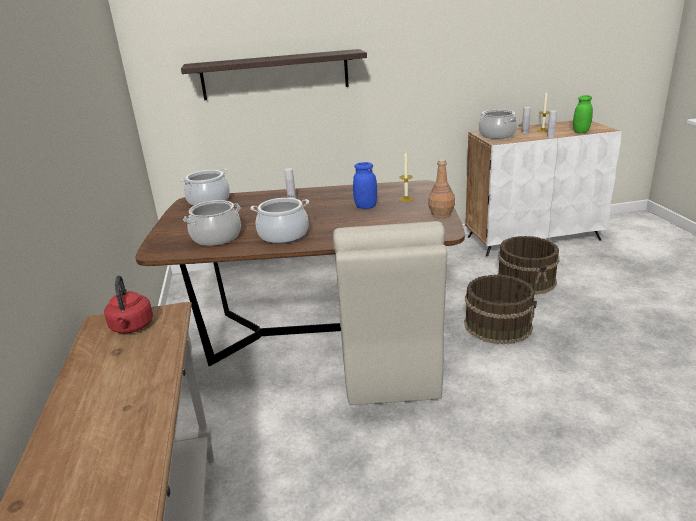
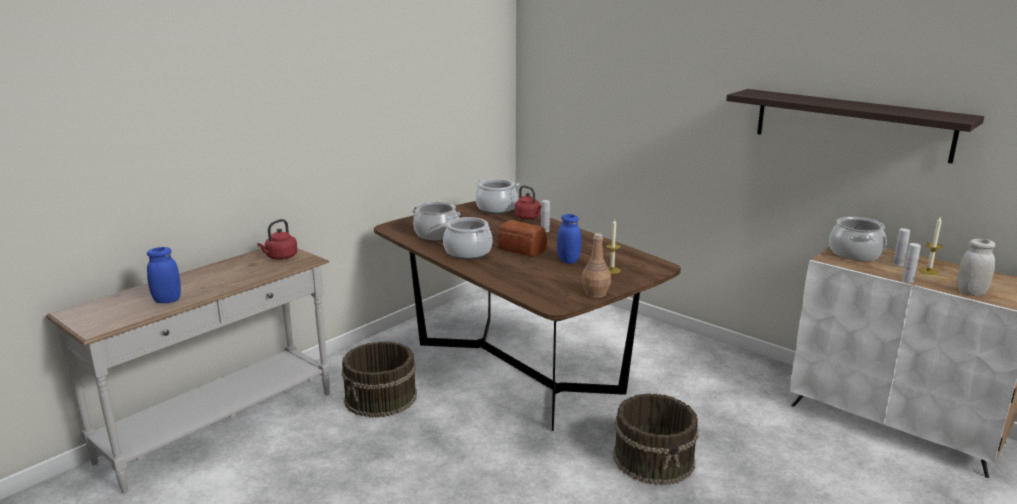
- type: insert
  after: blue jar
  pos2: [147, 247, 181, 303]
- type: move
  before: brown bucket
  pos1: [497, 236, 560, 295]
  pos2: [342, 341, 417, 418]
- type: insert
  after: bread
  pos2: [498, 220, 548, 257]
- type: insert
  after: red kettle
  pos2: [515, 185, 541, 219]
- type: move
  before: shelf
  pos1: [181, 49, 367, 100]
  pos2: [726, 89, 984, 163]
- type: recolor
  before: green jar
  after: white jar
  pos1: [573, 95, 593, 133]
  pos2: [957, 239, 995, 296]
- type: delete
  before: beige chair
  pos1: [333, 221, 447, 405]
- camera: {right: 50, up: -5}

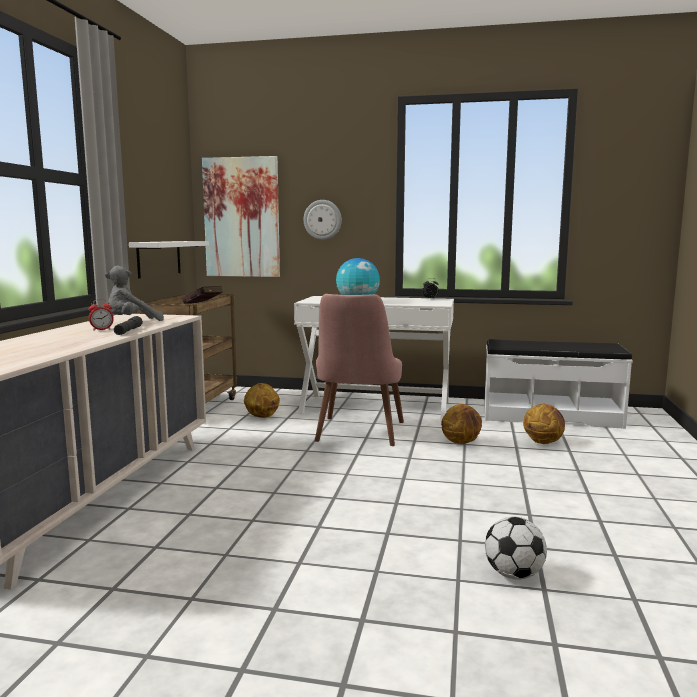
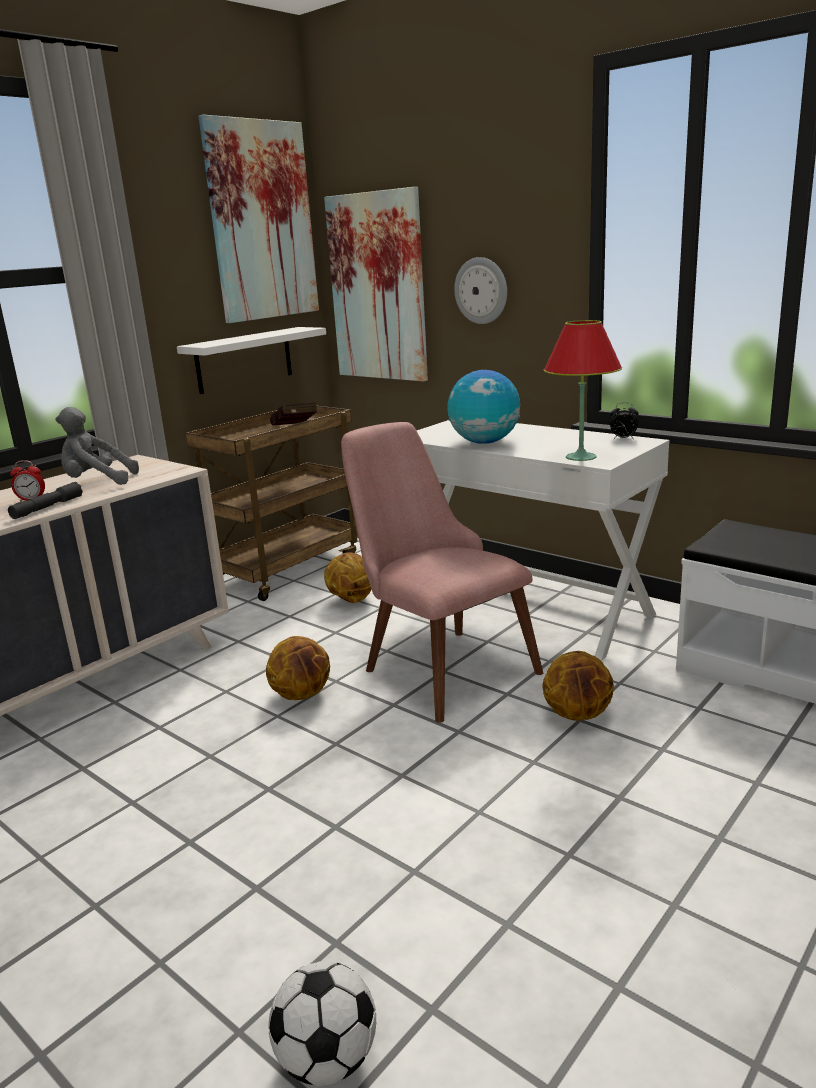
- type: insert
  after: picture
  pos2: [198, 115, 319, 323]
- type: move
  before: basketball
  pos1: [523, 404, 565, 444]
  pos2: [266, 636, 330, 700]
- type: rotate
  before: pink chair
  pos1: [315, 294, 404, 446]
  pos2: [341, 422, 543, 723]
  turn: 105
- type: insert
  after: red table lamp
  pos2: [544, 320, 622, 461]
- camera: {right: 30, up: 10}

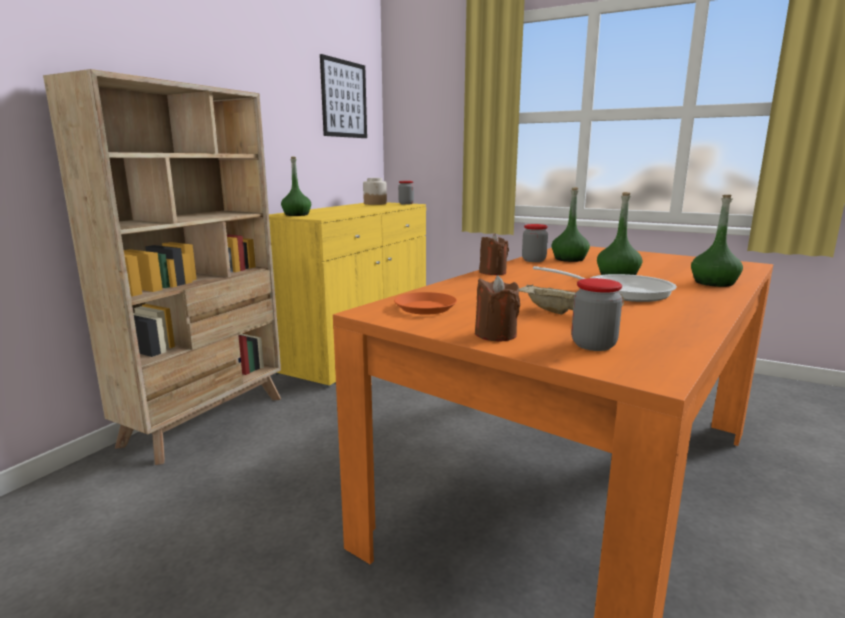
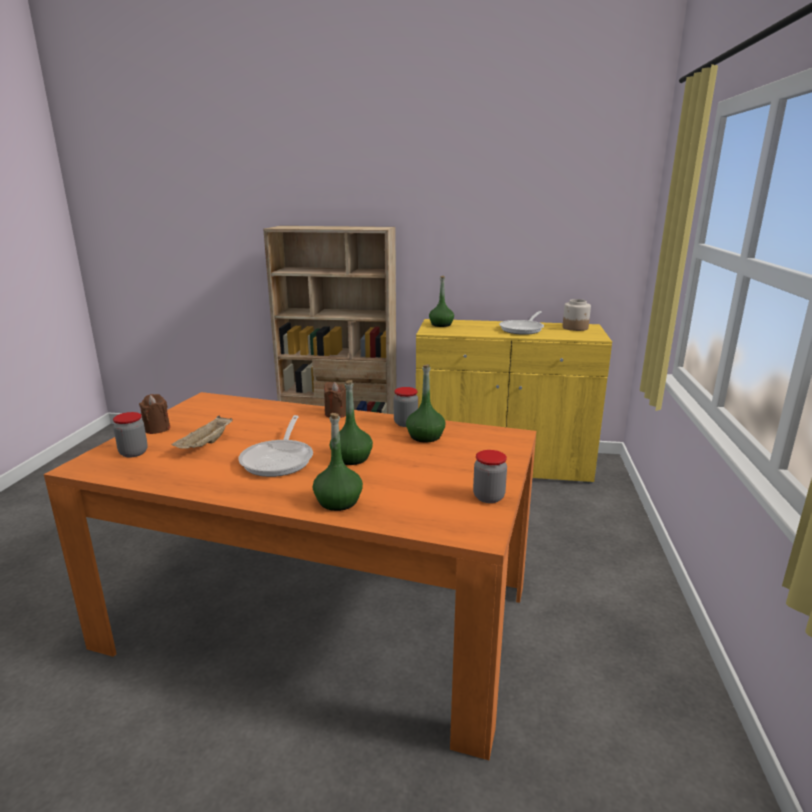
- type: move
  before: jar
  pos1: [398, 181, 414, 205]
  pos2: [473, 450, 507, 503]
- type: insert
  after: frying pan
  pos2: [499, 311, 544, 335]
- type: delete
  before: picture
  pos1: [320, 54, 367, 138]
- type: delete
  before: orange plate
  pos1: [394, 292, 457, 315]
- camera: {right: 70, up: 5}

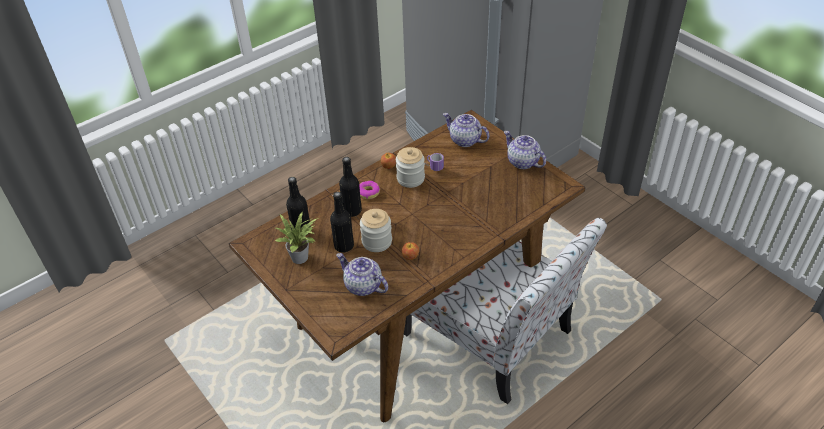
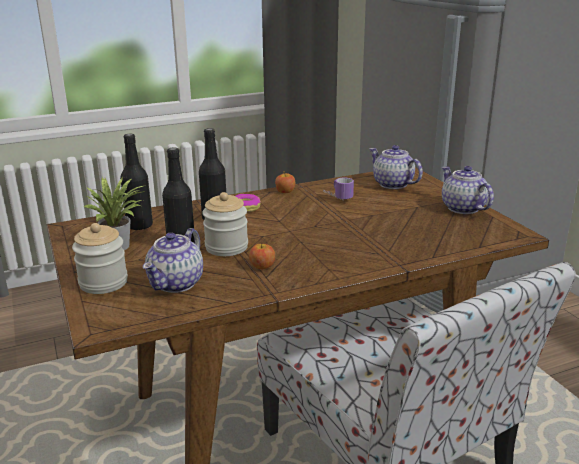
- type: move
  before: jar
  pos1: [396, 147, 425, 188]
  pos2: [72, 223, 128, 294]
- type: rotate
  before: teapot
  pos1: [336, 253, 388, 296]
  pos2: [143, 228, 203, 293]
  turn: -120
- camera: {right: 15, up: -20}

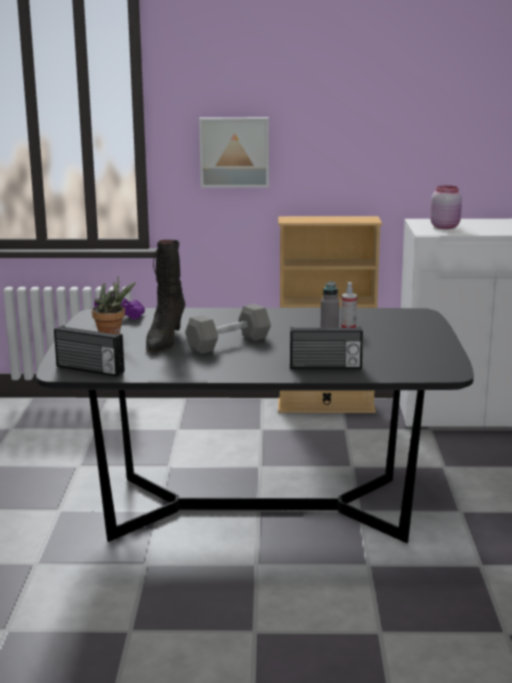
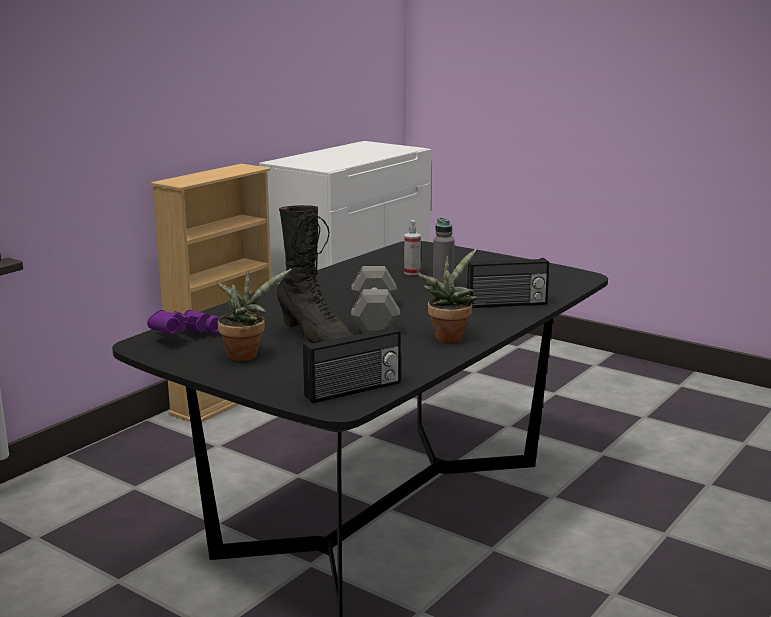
- type: insert
  after: potted plant
  pos2: [416, 249, 477, 343]
- type: rotate
  before: radio
  pos1: [290, 327, 363, 369]
  pos2: [467, 258, 550, 308]
  turn: 45
- type: delete
  before: picture
  pos1: [199, 117, 269, 188]
- type: delete
  before: pink jar
  pos1: [430, 185, 462, 229]
- camera: {right: -55, up: 0}

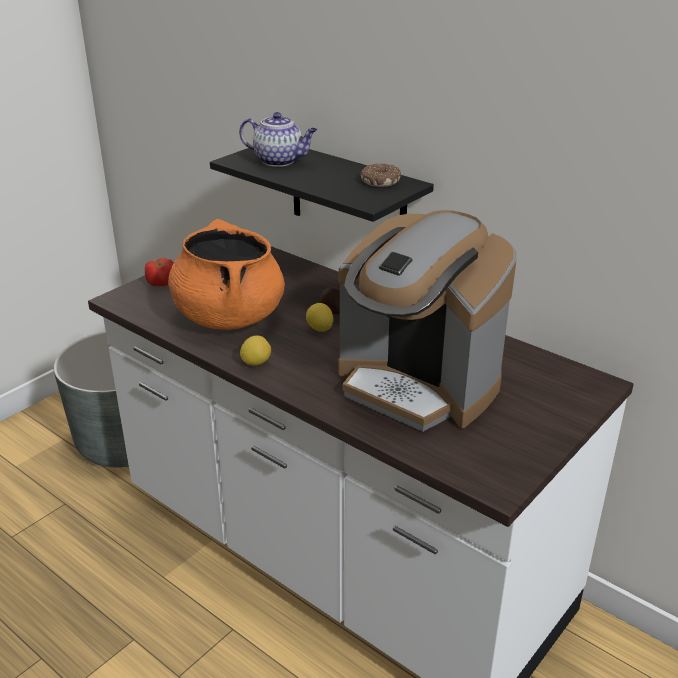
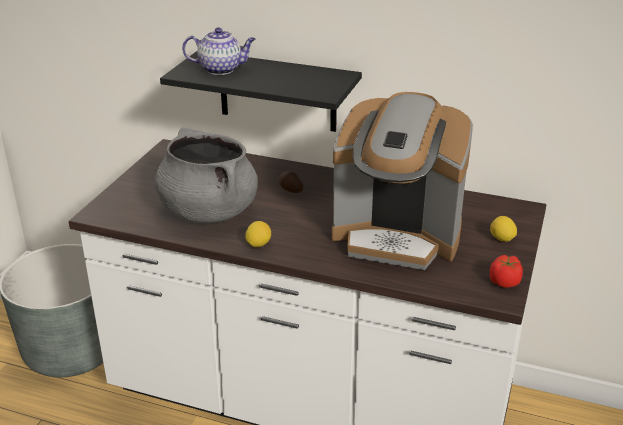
- type: recolor
  before: orange cooking pot
  after: grey cooking pot
  pos1: [168, 219, 285, 330]
  pos2: [155, 128, 258, 223]
- type: move
  before: lemon
  pos1: [306, 303, 333, 332]
  pos2: [490, 216, 517, 242]
- type: move
  before: tomato
  pos1: [145, 258, 174, 286]
  pos2: [490, 255, 523, 288]
- type: delete
  before: donut
  pos1: [360, 163, 401, 187]
- camera: {right: -20, up: 0}

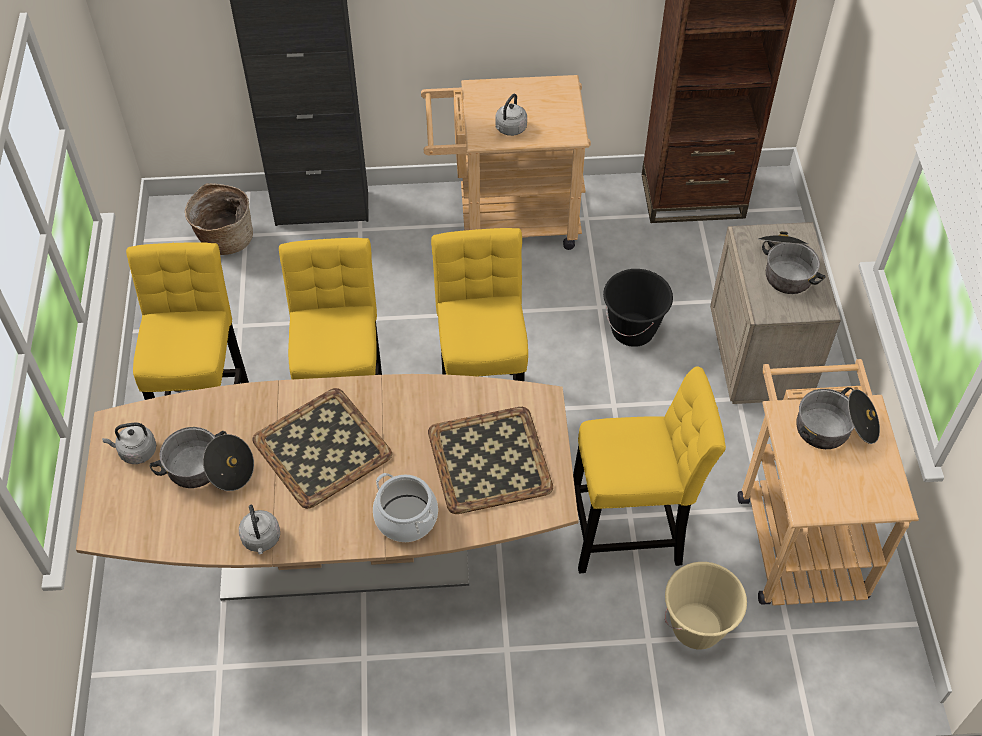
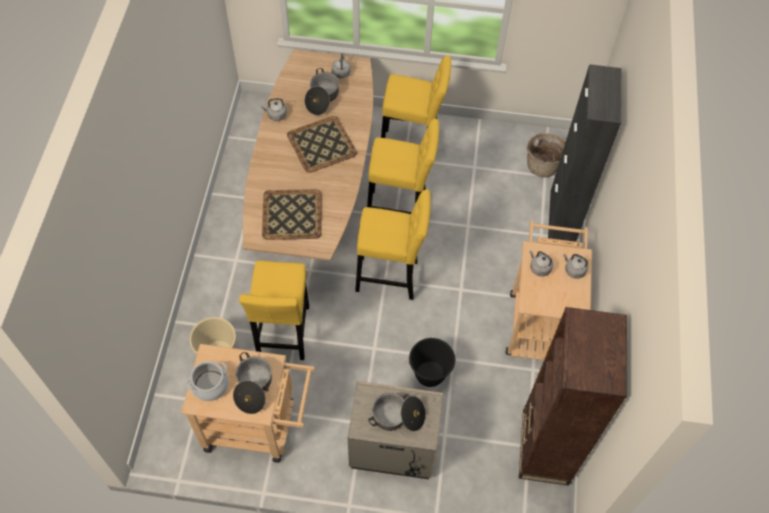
- type: move
  before: cooking pot
  pos1: [373, 473, 438, 542]
  pos2: [186, 361, 229, 401]
- type: insert
  after: grey kettle
  pos2: [563, 254, 588, 279]
- camera: {right: 100, up: 5}

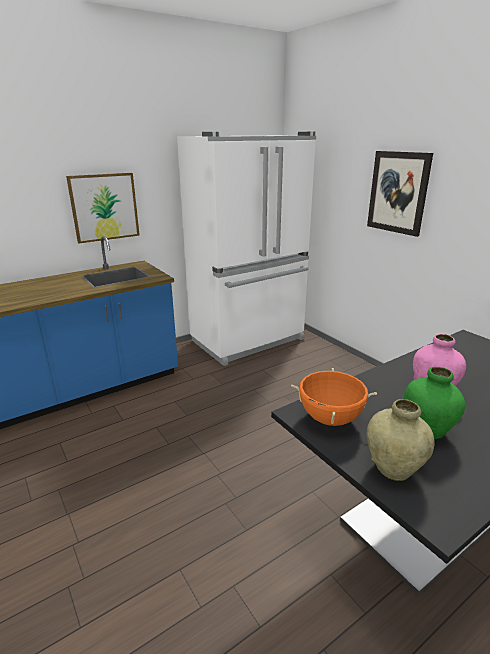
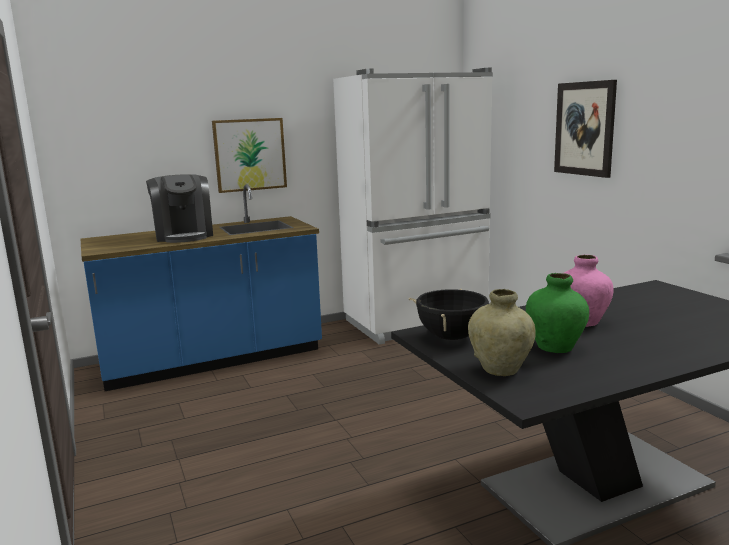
- type: insert
  after: coffee machine
  pos2: [146, 174, 213, 243]
- type: recolor
  before: orange cooking pot
  after: black cooking pot
  pos1: [291, 368, 377, 426]
  pos2: [409, 289, 489, 340]
- camera: {right: 10, up: -10}

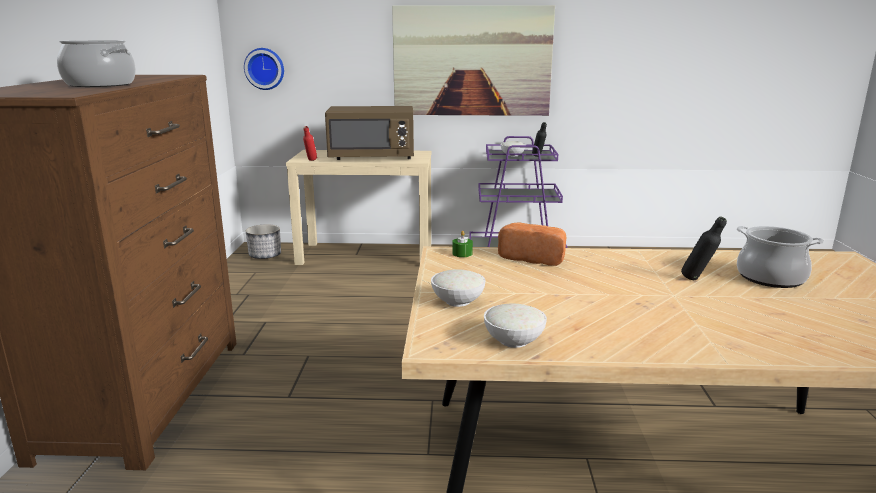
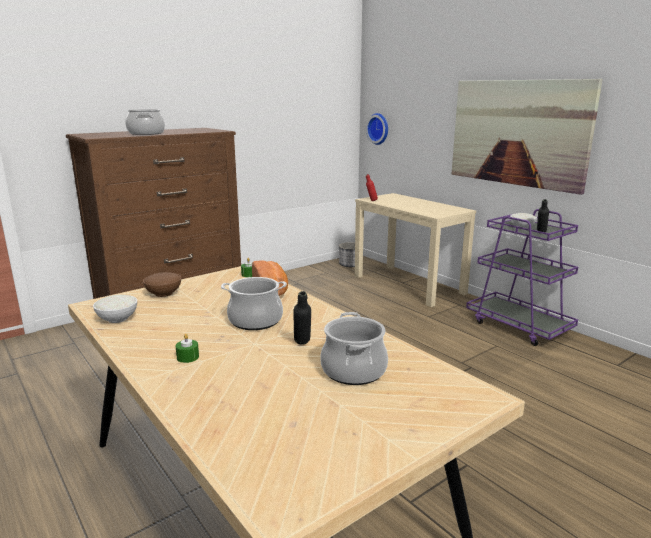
- type: recolor
  before: white bowl
  after: brown bowl
  pos1: [431, 269, 485, 307]
  pos2: [143, 272, 181, 297]
- type: insert
  after: green candle
  pos2: [176, 334, 199, 363]
- type: insert
  after: cooking pot
  pos2: [221, 277, 287, 330]
- type: delete
  before: brown microwave
  pos1: [325, 106, 414, 160]
- camera: {right: 50, up: 0}

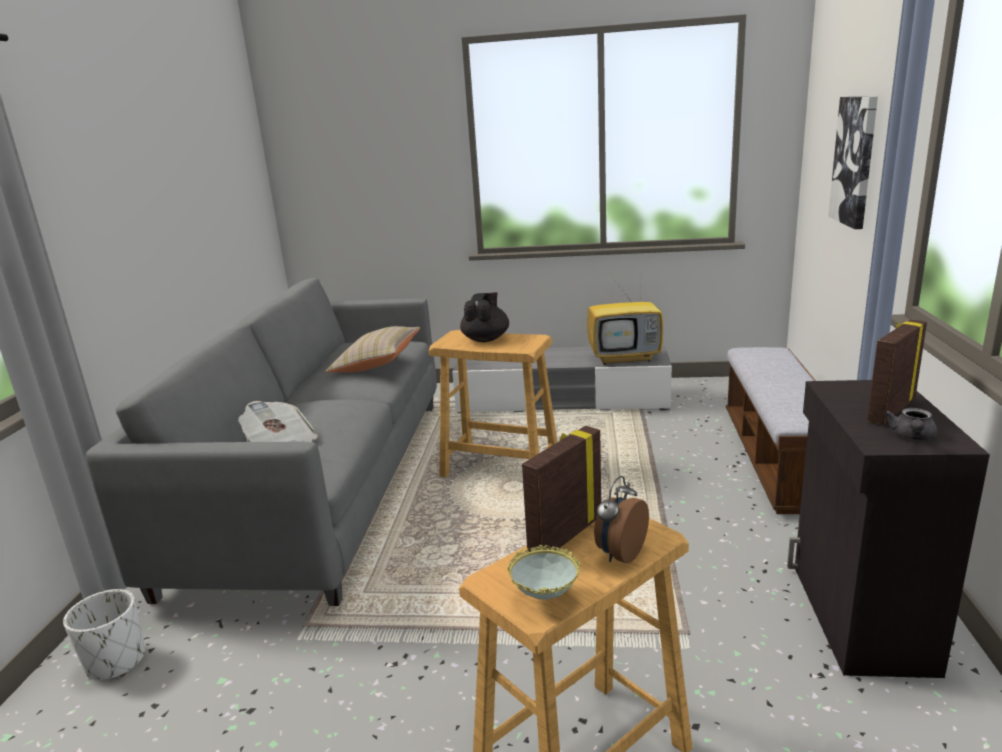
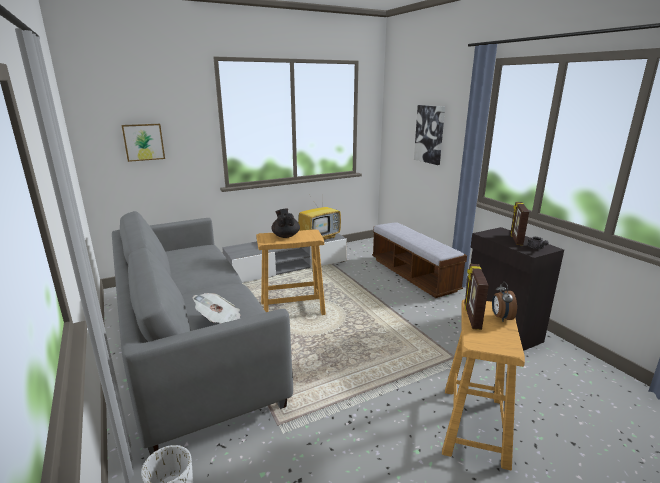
- type: insert
  after: picture
  pos2: [122, 124, 165, 162]
- type: delete
  before: beige pillow
  pos1: [325, 326, 420, 373]
- type: delete
  before: bowl
  pos1: [507, 545, 581, 600]
- camera: {right: -35, up: 0}

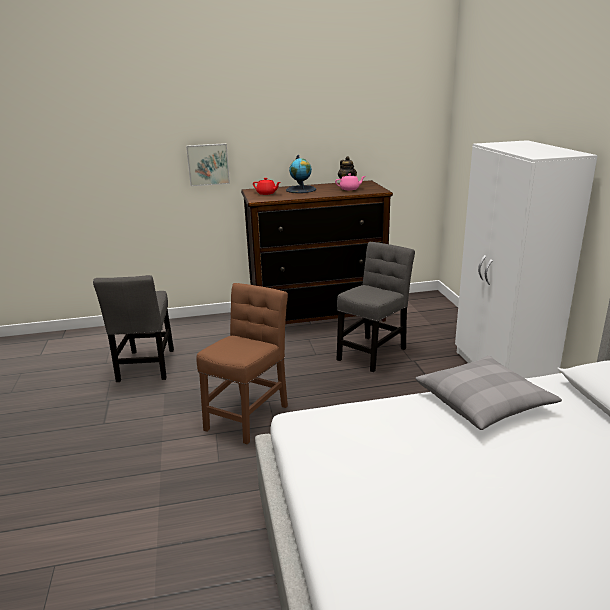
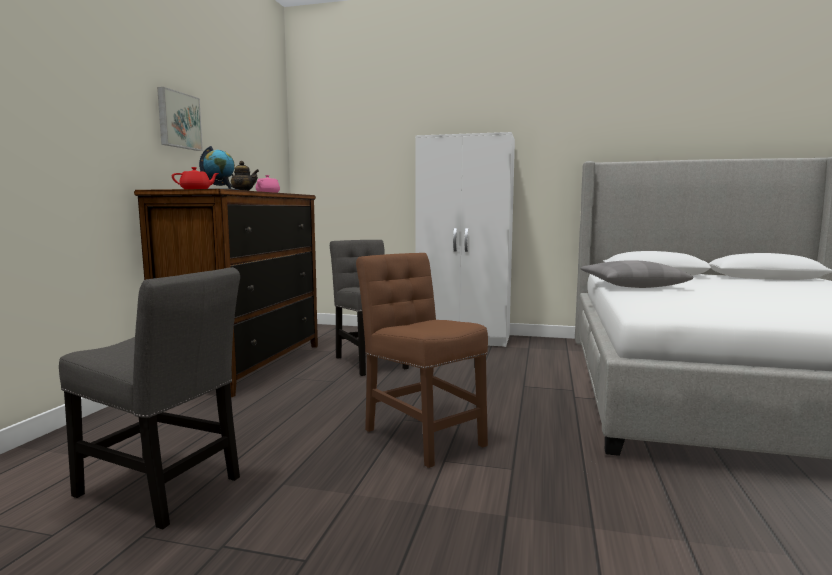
- type: move
  before: picture
  pos1: [186, 143, 230, 186]
  pos2: [157, 87, 203, 151]
- camera: {right: -65, up: -15}

